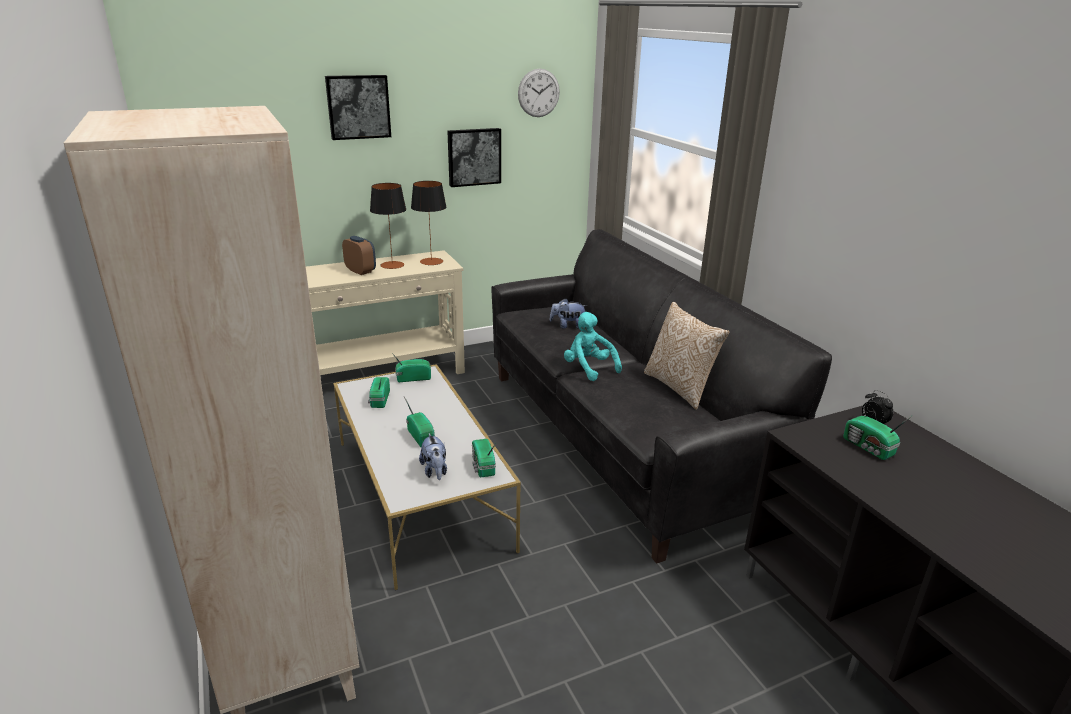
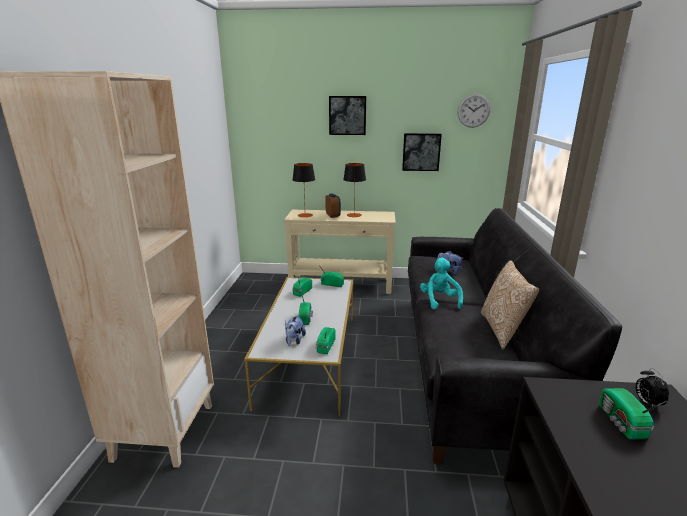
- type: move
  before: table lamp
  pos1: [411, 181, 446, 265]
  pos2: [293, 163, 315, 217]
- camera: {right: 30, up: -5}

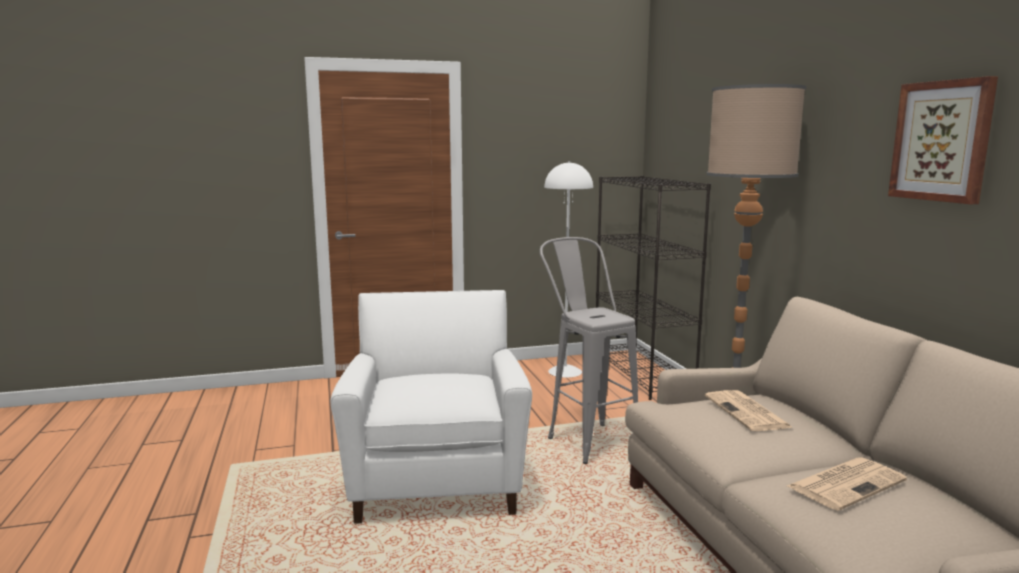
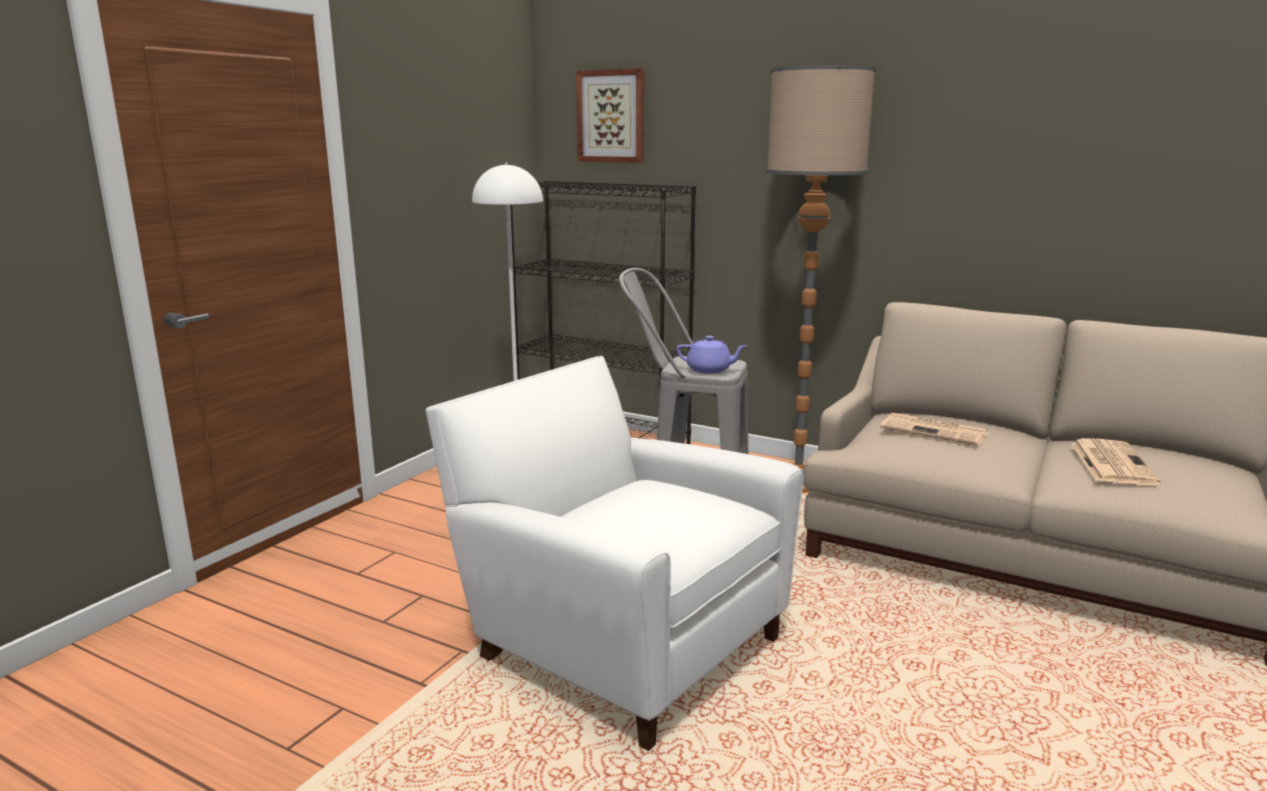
- type: move
  before: picture
  pos1: [888, 76, 998, 204]
  pos2: [576, 68, 644, 163]
- type: insert
  after: purple teapot
  pos2: [676, 336, 748, 374]
- camera: {right: -45, up: 5}

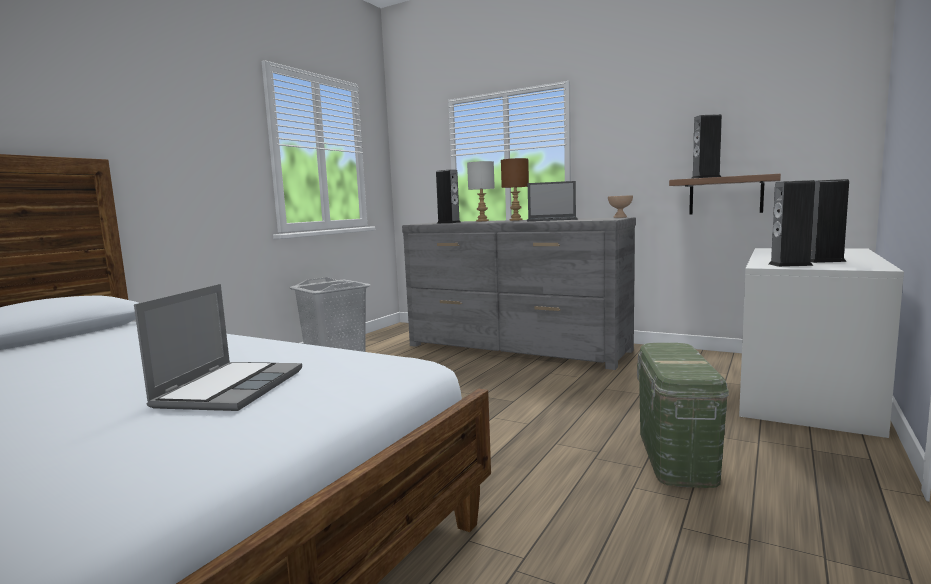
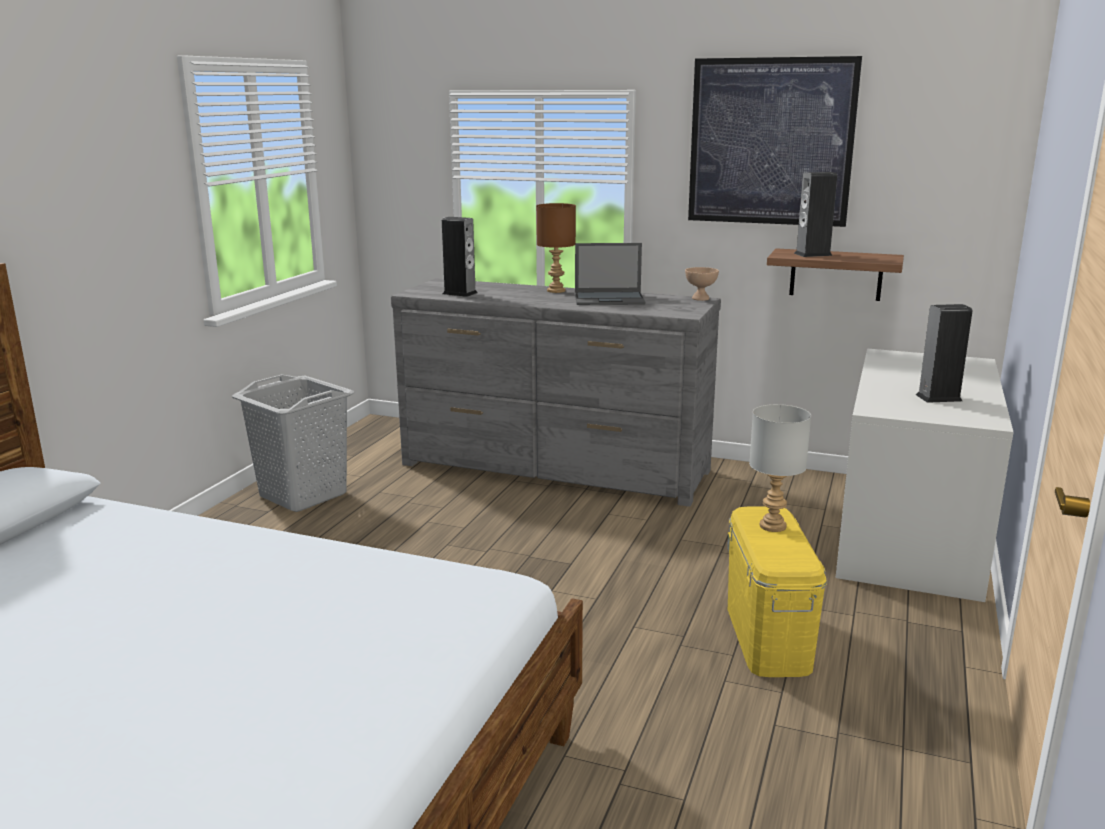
- type: insert
  after: picture
  pos2: [688, 56, 862, 227]
- type: recolor
  before: green storage box
  after: yellow storage box
  pos1: [637, 343, 729, 488]
  pos2: [727, 506, 827, 677]
- type: move
  before: grey table lamp
  pos1: [467, 161, 495, 222]
  pos2: [749, 404, 811, 532]
- type: delete
  before: laptop
  pos1: [134, 284, 302, 411]
- type: delete
  before: speaker
  pos1: [769, 180, 815, 267]
- camera: {right: -10, up: 10}

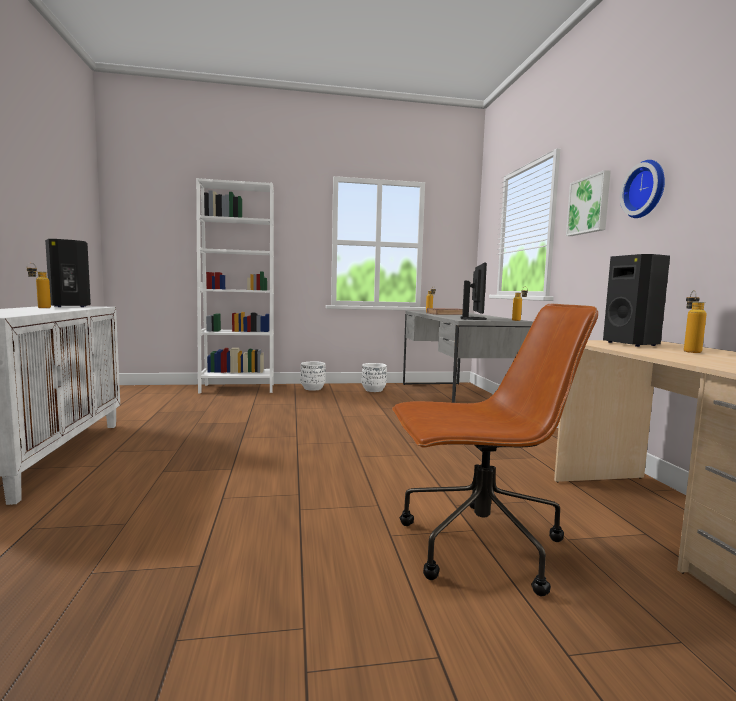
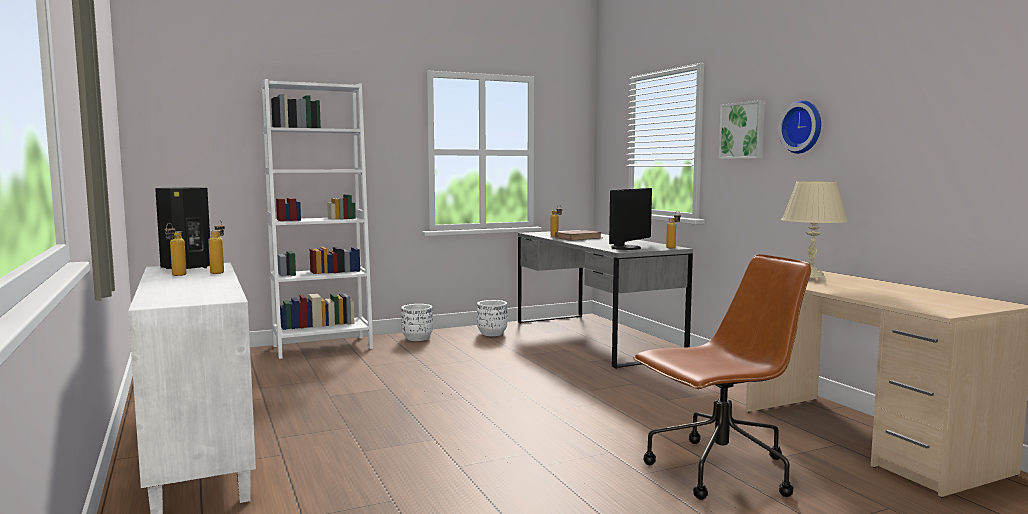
- type: move
  before: bottle
  pos1: [684, 290, 707, 353]
  pos2: [208, 220, 225, 274]
- type: rotate
  before: monitor
  pos1: [461, 262, 487, 320]
  pos2: [609, 188, 652, 250]
  turn: 45
- type: replace
  before: black speaker
  after: beige table lamp
  pos1: [603, 254, 670, 347]
  pos2: [781, 181, 848, 281]
- camera: {right: -15, up: 0}

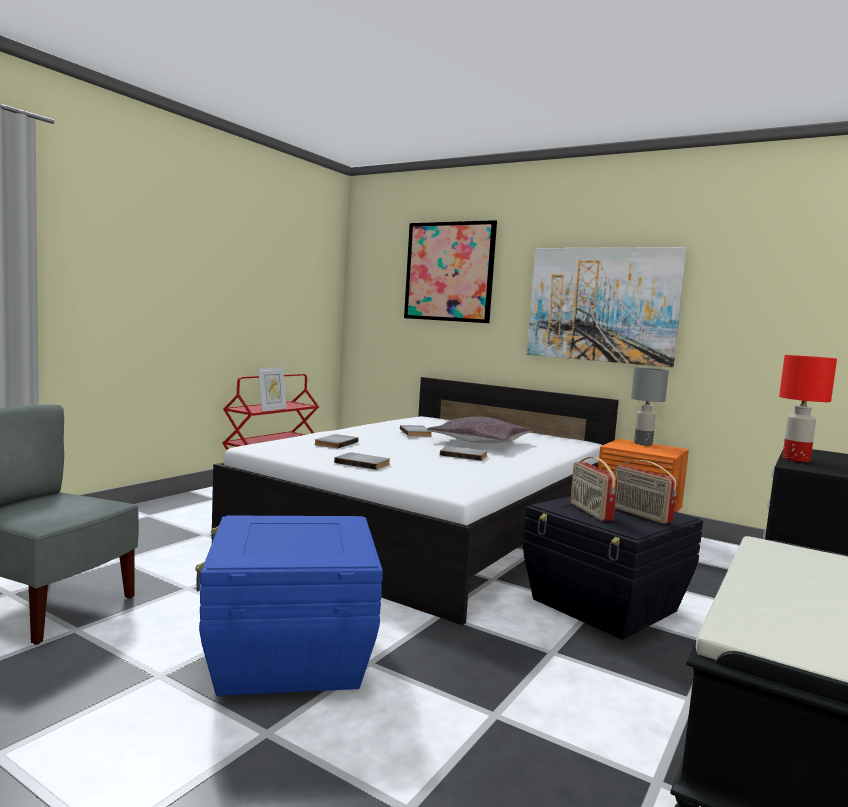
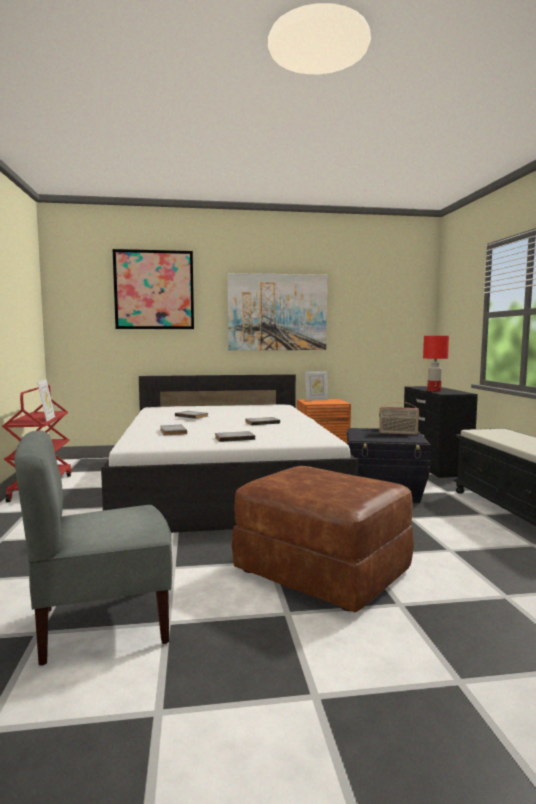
- type: replace
  before: blue storage box
  after: brown ottoman
  pos1: [195, 516, 383, 696]
  pos2: [232, 466, 414, 612]
- type: replace
  before: grey table lamp
  after: picture frame
  pos1: [631, 368, 669, 446]
  pos2: [305, 371, 328, 401]
- type: delete
  before: grey pillow
  pos1: [427, 416, 533, 444]
- type: delete
  before: radio
  pos1: [570, 457, 618, 521]
- camera: {right: -40, up: 0}

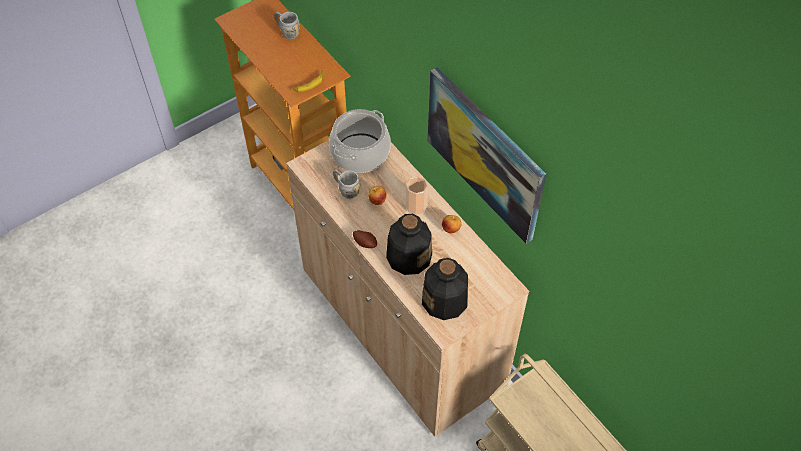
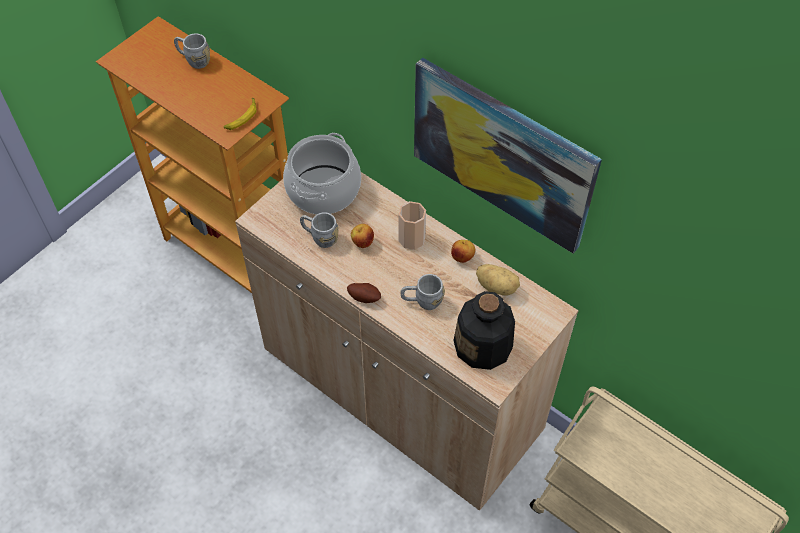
- type: replace
  before: bottle
  after: grey mug
  pos1: [386, 214, 432, 275]
  pos2: [401, 274, 445, 310]
- type: insert
  after: potato
  pos2: [476, 264, 520, 296]
- camera: {right: -15, up: 0}

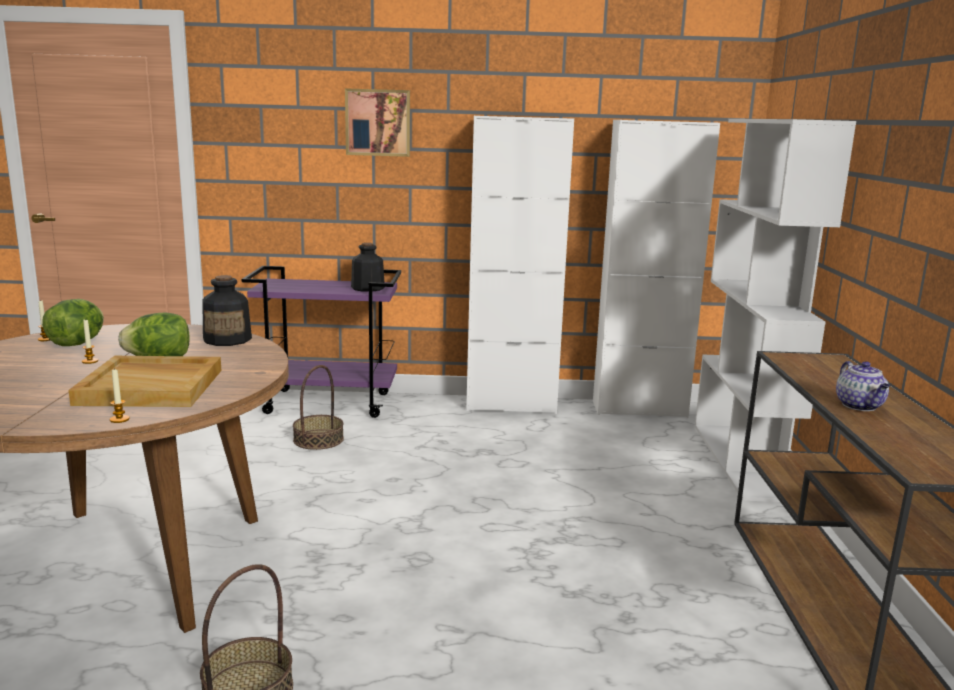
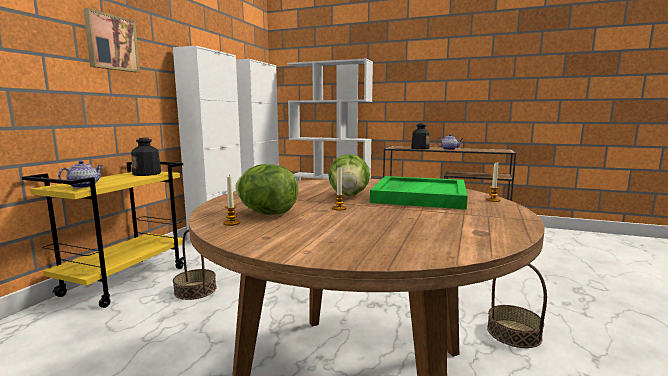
- type: recolor
  before: purple cart
  after: yellow cart
  pos1: [242, 266, 401, 418]
  pos2: [22, 162, 184, 308]
- type: insert
  after: teapot
  pos2: [58, 161, 103, 188]
- type: recolor
  before: beige tray
  after: green tray
  pos1: [68, 356, 221, 407]
  pos2: [370, 176, 468, 209]
- type: move
  before: bottle
  pos1: [202, 275, 252, 346]
  pos2: [411, 123, 429, 149]
- camera: {right: -70, up: -5}

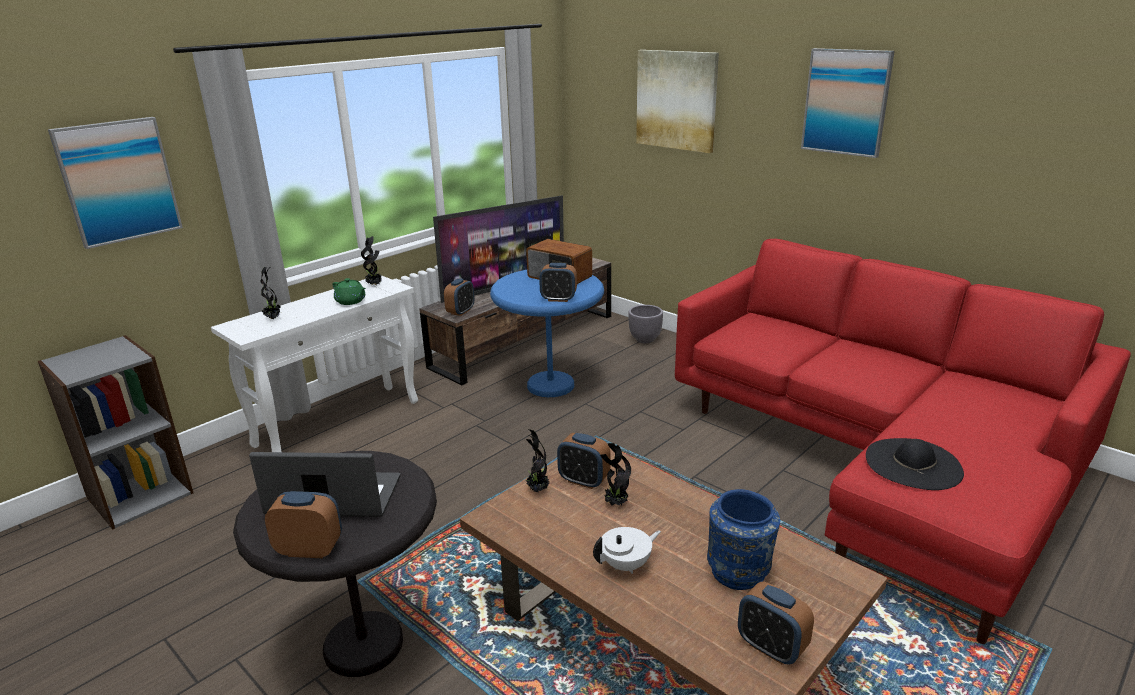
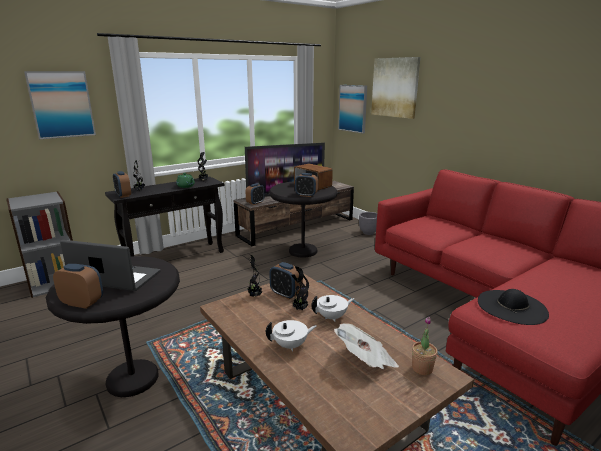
- type: recolor
  before: white console table
  after: black console table
  pos1: [211, 275, 418, 452]
  pos2: [105, 176, 224, 256]
- type: move
  before: alarm clock
  pos1: [738, 582, 814, 665]
  pos2: [113, 171, 131, 198]
- type: recolor
  before: blue side table
  after: black side table
  pos1: [490, 270, 604, 397]
  pos2: [269, 181, 338, 257]
- type: insert
  after: white teapot
  pos2: [311, 295, 355, 322]
- type: replace
  before: blue vase
  after: newspaper
  pos1: [707, 489, 780, 590]
  pos2: [334, 323, 399, 369]
- type: move
  before: picture
  pos1: [801, 48, 895, 158]
  pos2: [338, 85, 367, 133]
- type: insert
  after: potted plant
  pos2: [412, 317, 437, 375]
- camera: {right: 10, up: -5}

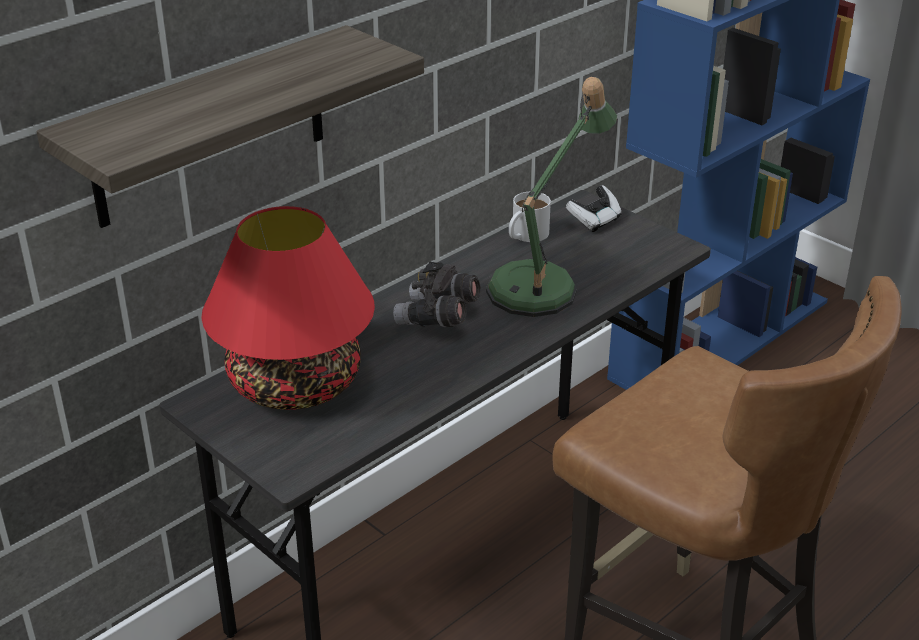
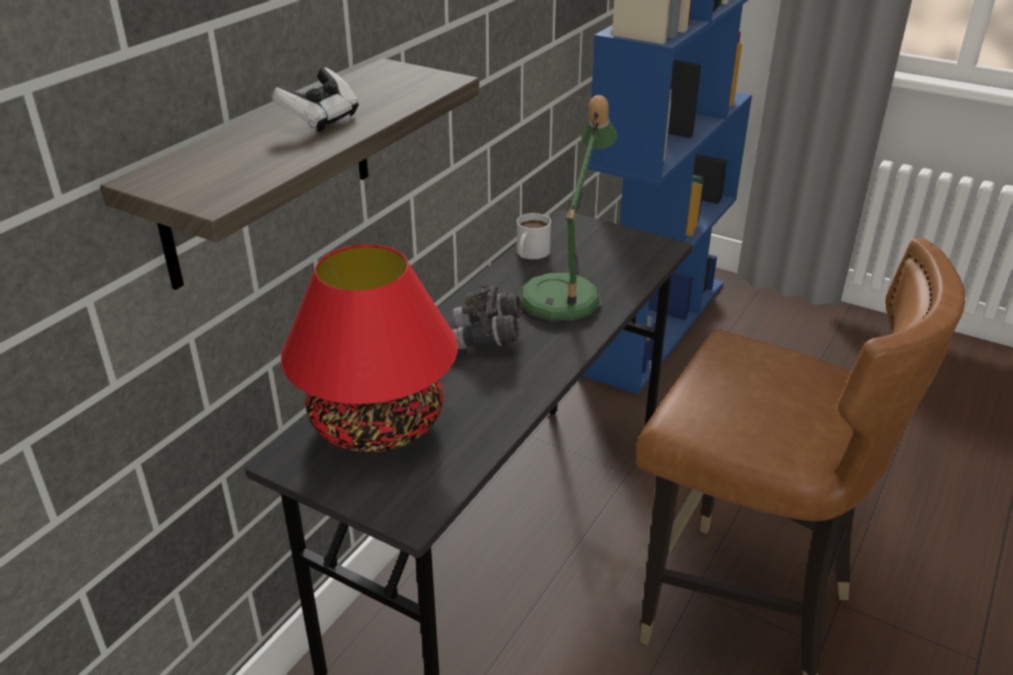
- type: move
  before: game controller
  pos1: [566, 185, 621, 232]
  pos2: [272, 68, 359, 132]
- camera: {right: -15, up: 0}

